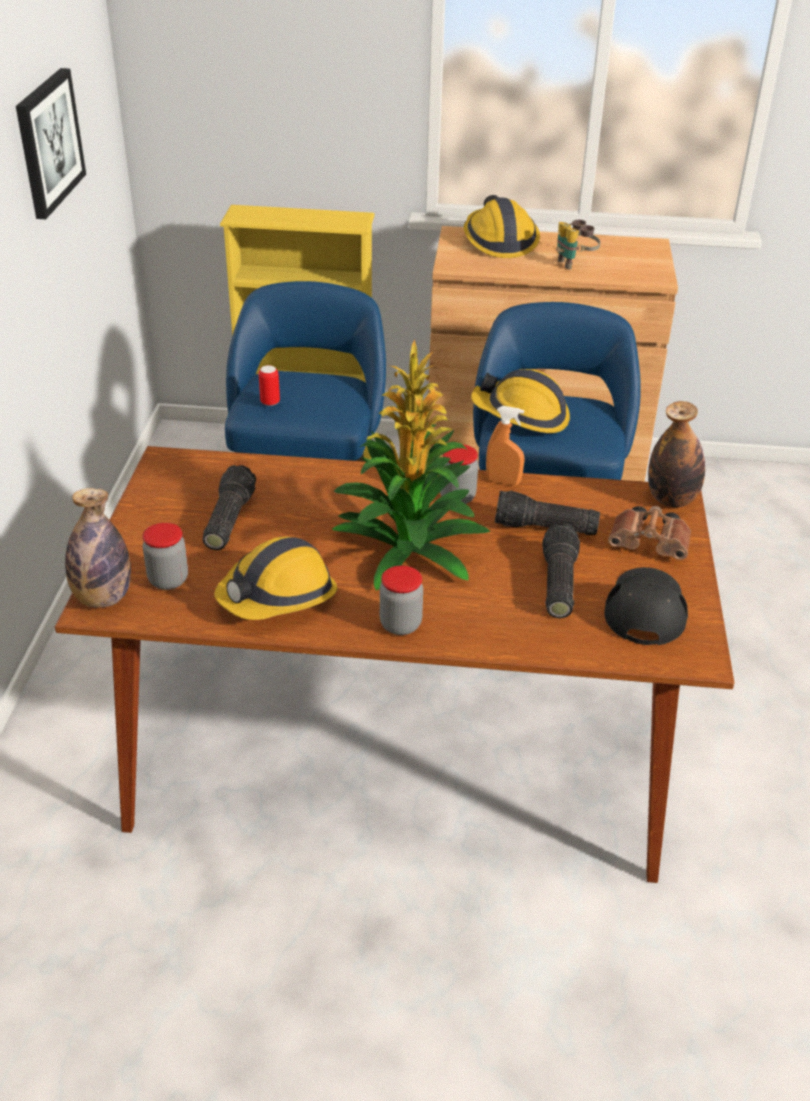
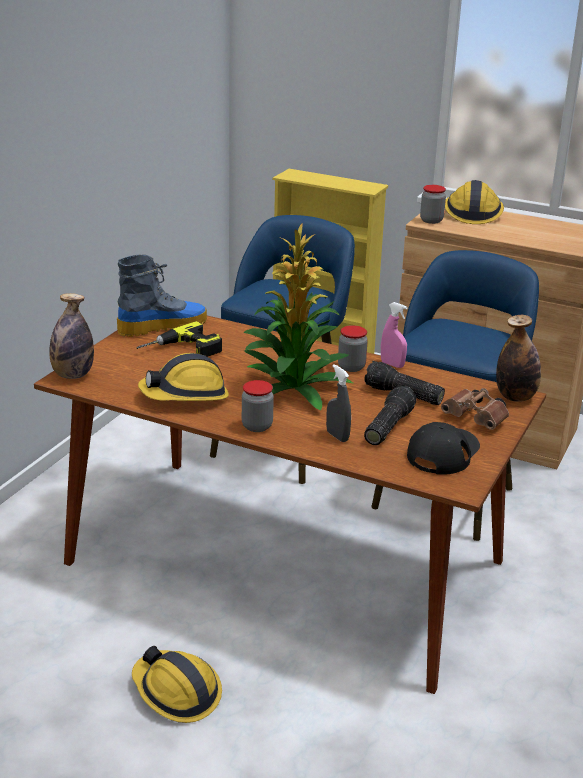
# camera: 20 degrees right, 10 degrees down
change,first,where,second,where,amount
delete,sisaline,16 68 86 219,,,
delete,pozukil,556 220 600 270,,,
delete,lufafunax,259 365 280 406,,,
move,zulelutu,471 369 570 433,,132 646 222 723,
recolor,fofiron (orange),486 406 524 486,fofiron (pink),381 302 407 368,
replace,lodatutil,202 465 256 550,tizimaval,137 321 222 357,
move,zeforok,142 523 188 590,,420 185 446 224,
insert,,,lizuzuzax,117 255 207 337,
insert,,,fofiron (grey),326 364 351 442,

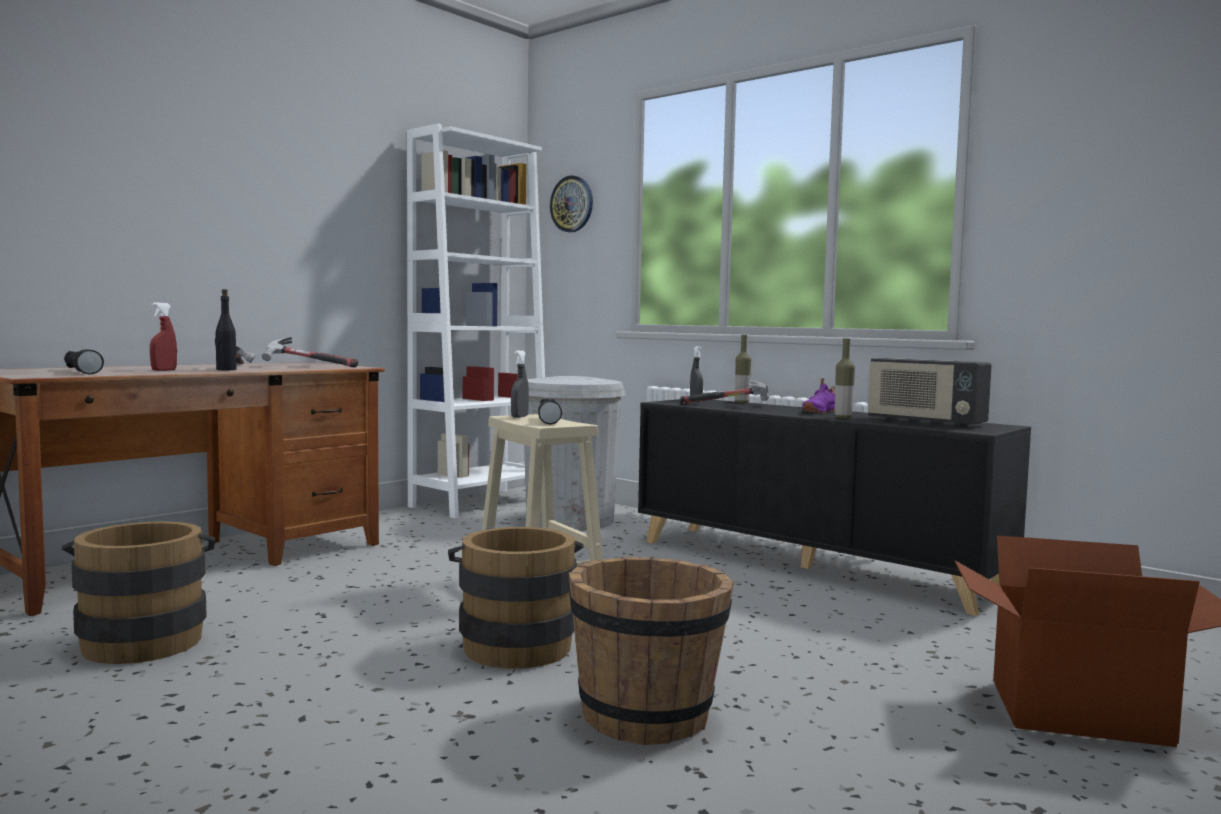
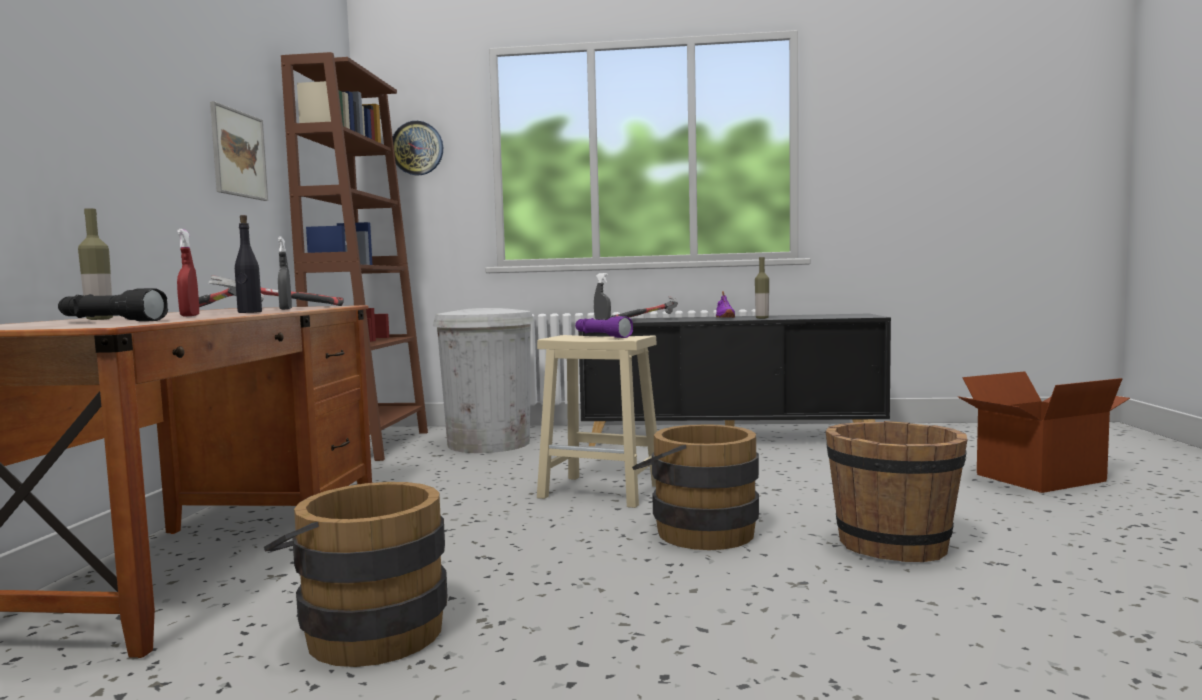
# camera: 35 degrees left, 0 degrees up
change,first,where,second,where,amount
recolor,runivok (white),407 124 545 519,runivok (brown),281 52 428 461,
move,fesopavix,735 335 751 403,,78 208 113 320,
move,fofiron (grey),511 350 529 418,,278 236 292 310,
delete,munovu,867 358 992 427,,,
recolor,lodatutil (black),538 399 562 424,lodatutil (purple),575 316 633 338,
insert,,,sisaline,210 101 268 201,

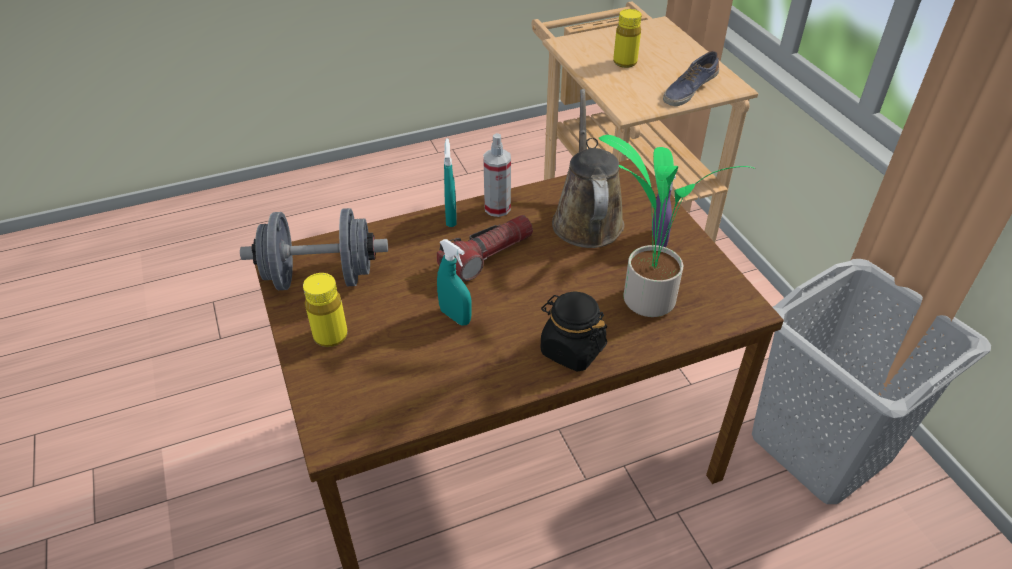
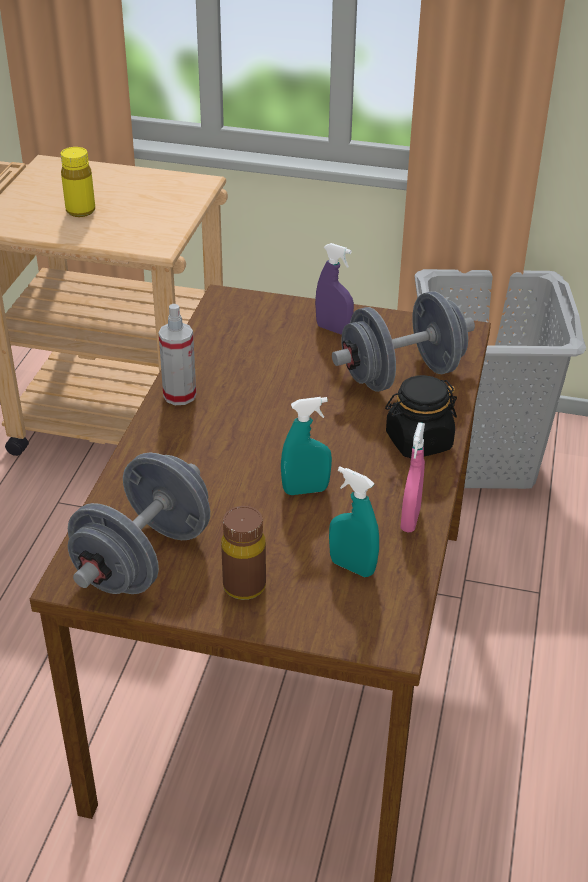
# camera: 55 degrees left, 5 degrees down
change,first,where,second,where,amount
delete,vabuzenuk,663 51 719 106,,,
delete,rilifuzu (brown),552 89 624 248,,,
replace,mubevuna,599 135 756 317,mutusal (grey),332 291 475 392,
move,fofiron (turquoise),444 138 457 227,,329 467 379 577,
delete,lodatutil,437 215 533 281,,,
recolor,fesopavix (yellow),303 273 348 347,fesopavix (brown),221 506 266 600,
insert,,,fofiron (pink),400 422 425 532,

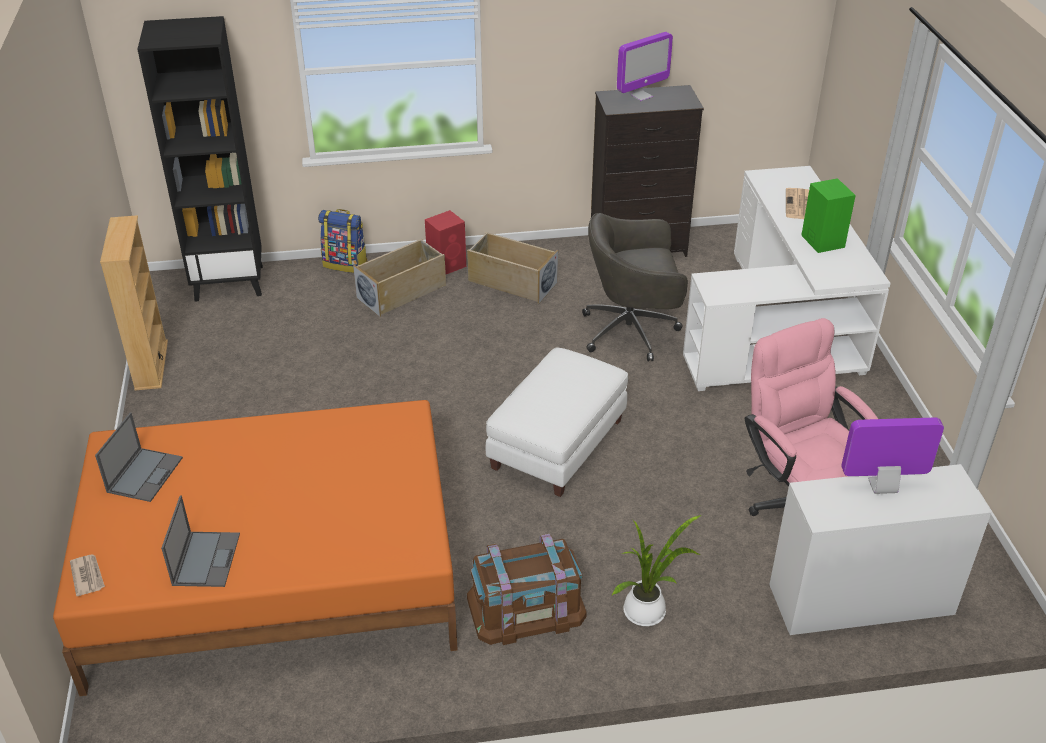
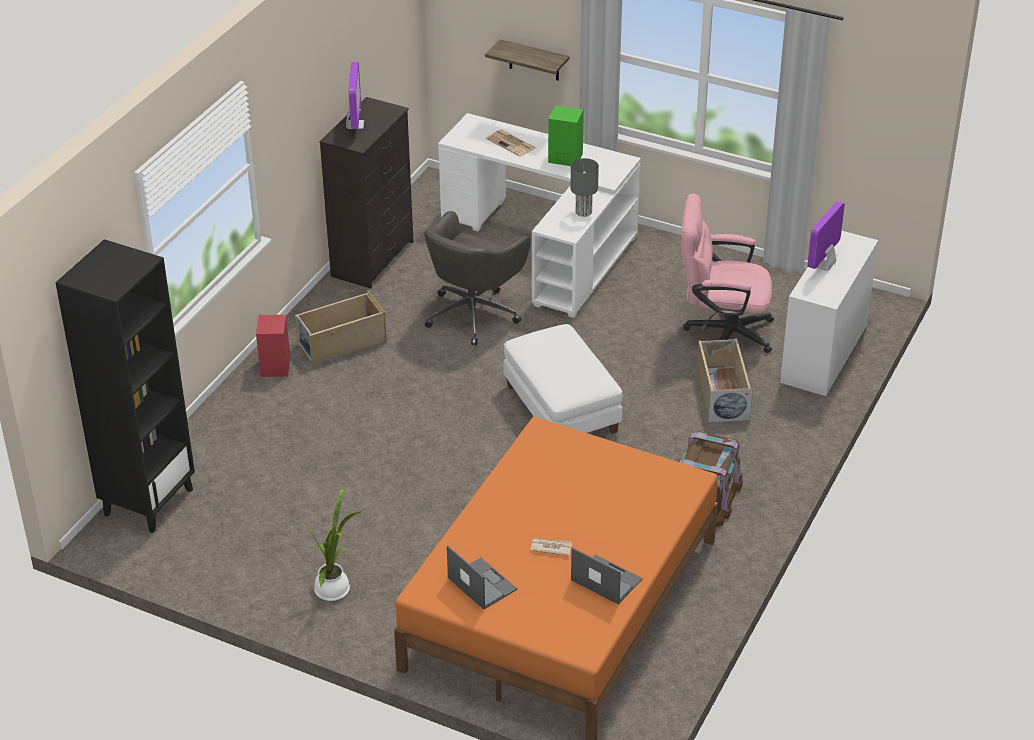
# camera: 55 degrees left, 0 degrees up
change,first,where,second,where,amount
delete,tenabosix,318 209 368 273,,,
delete,runivok (beige),100 215 168 391,,,
move,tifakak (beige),353 239 446 317,,697 338 753 423,
move,mubevuna,612 515 701 626,,303 486 362 601,
move,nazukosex,70 554 105 596,,531 538 572 556,
insert,,,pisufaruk,485 39 569 81,
insert,,,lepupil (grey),571 158 599 217,

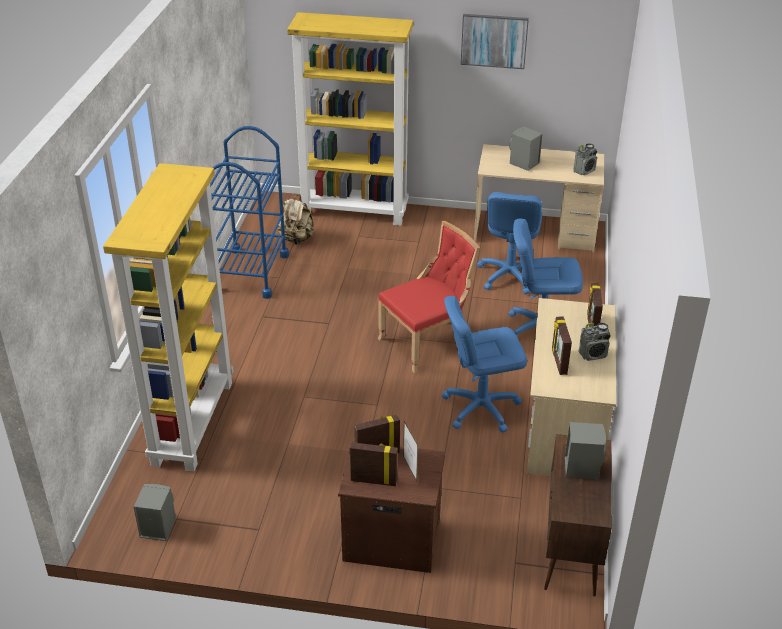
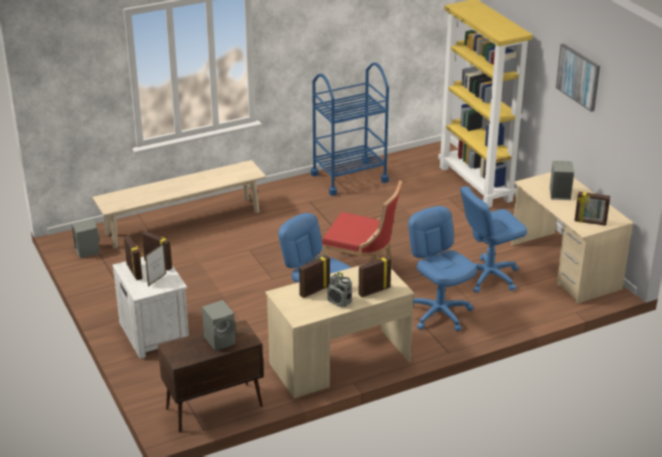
# camera: 55 degrees right, 5 degrees down
change,first,where,second,where,amount
replace,munovu,573 143 597 175,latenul,574 192 610 226,
replace,runivok (yellow),103 163 233 472,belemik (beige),92 160 266 248,
delete,tenabosix (beige),278 195 314 245,,,
recolor,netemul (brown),338 441 445 573,netemul (white),112 257 189 359,

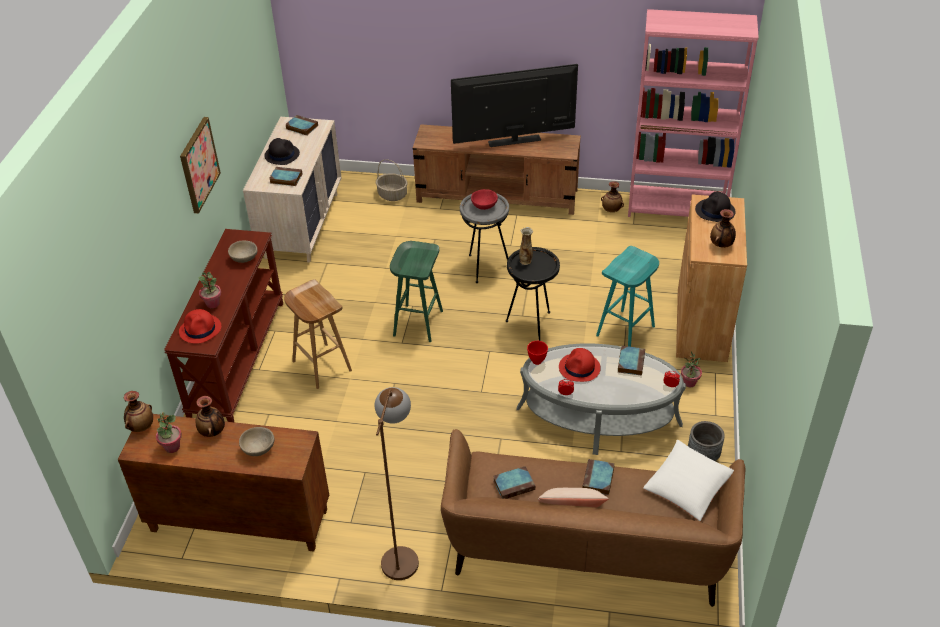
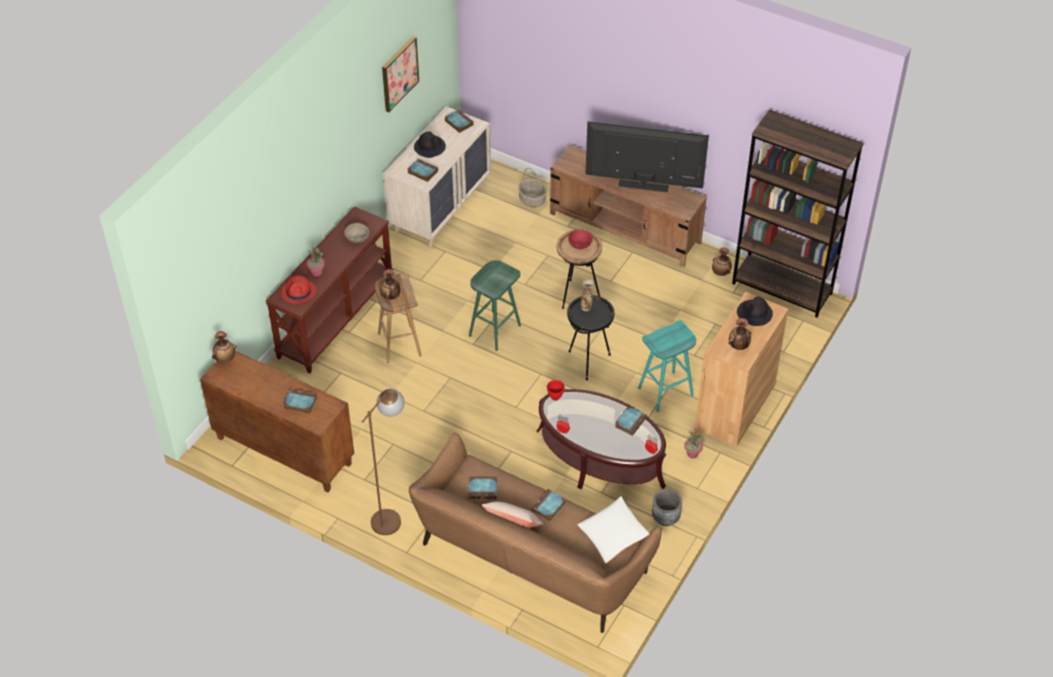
# camera: 20 degrees right, 5 degrees up
change,first,where,second,where,amount
recolor,runivok (pink),628 9 759 217,runivok (brown),732 109 864 318,
move,sisaline,180 117 221 214,,382 36 419 112,
recolor,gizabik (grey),460 193 509 283,gizabik (brown),557 230 602 309,
recolor,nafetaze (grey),516 344 686 455,nafetaze (brown),536 389 666 489,
delete,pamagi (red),559 348 601 382,,,
move,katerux,196 396 225 437,,380 269 400 300,
delete,mubevuna,156 412 182 453,,,
replace,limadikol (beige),239 427 275 456,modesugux,283 389 317 414,

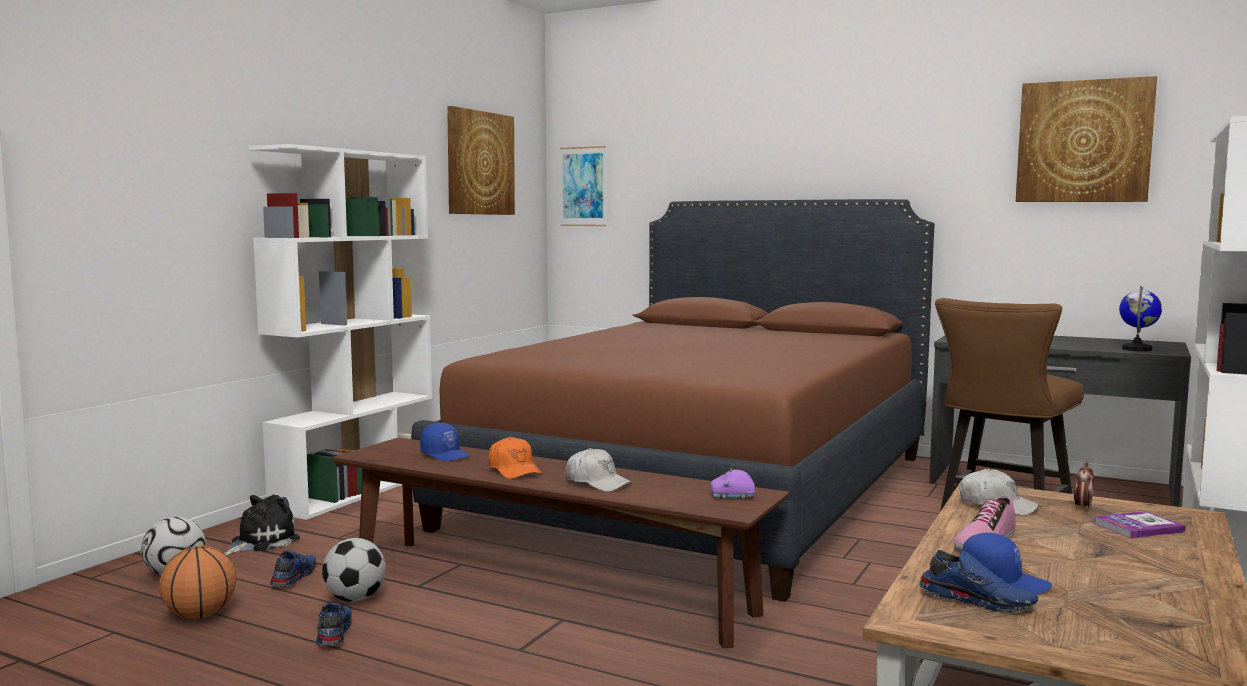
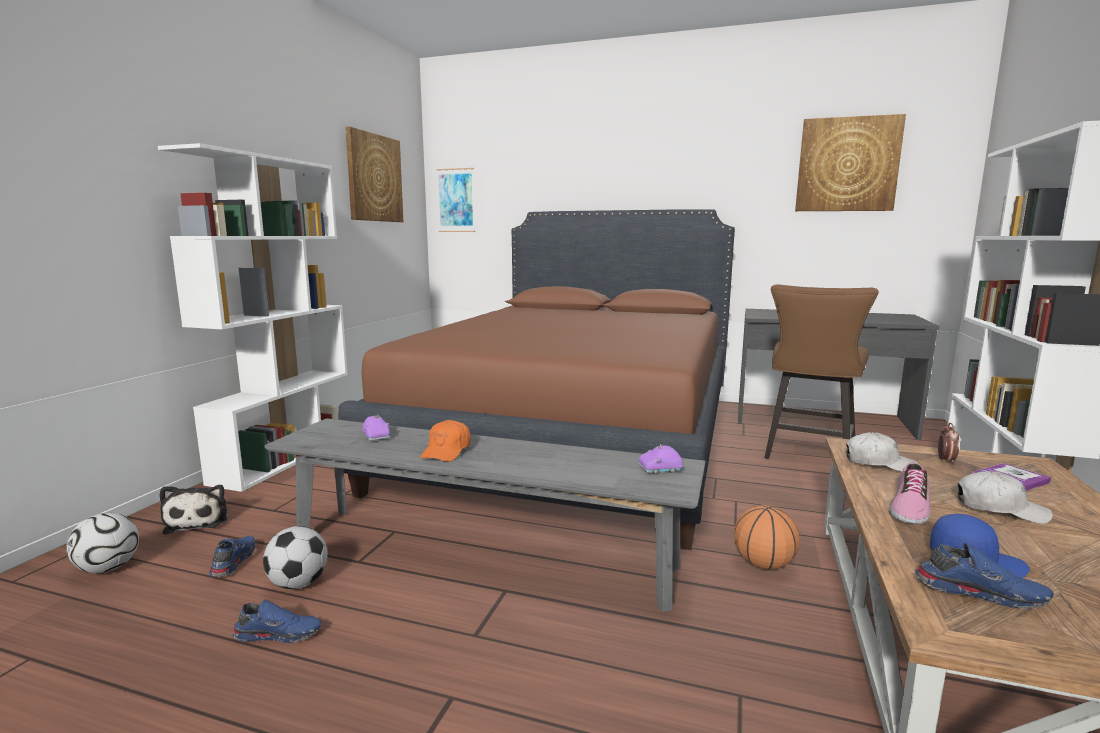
# camera: 10 degrees left, 5 degrees up
change,first,where,second,where,amount
delete,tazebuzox,1119 286 1162 351,,,
replace,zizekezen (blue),420 423 471 462,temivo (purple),362 414 390 441,
rotate,zizekezen (orange),489 437 542 479,,420 420 471 462,60 degrees clockwise
recolor,belemik (brown),332 438 790 648,belemik (grey),264 418 706 612,
move,zizekezen (white),565 448 632 492,,958 471 1053 524,
rotate,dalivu,224 495 300 555,,159 485 228 535,135 degrees clockwise
move,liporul,159 546 236 619,,734 505 800 570,
rotate,vabuzenuk (blue),316 603 352 646,,232 600 322 643,105 degrees clockwise

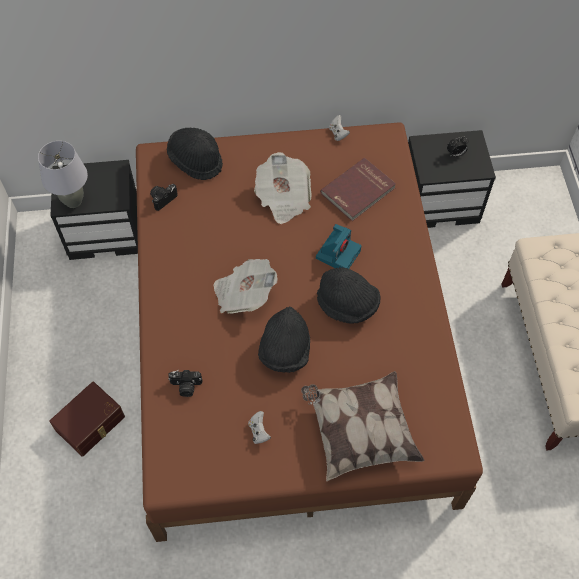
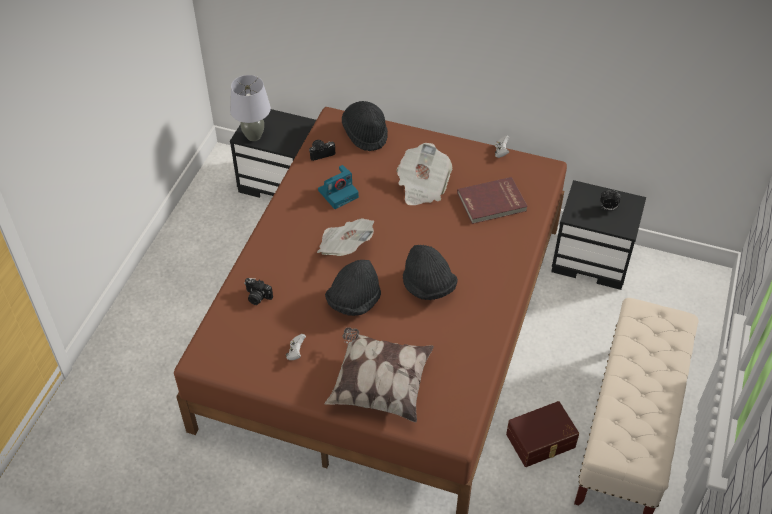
# camera: 25 degrees right, 10 degrees down
change,first,where,second,where,amount
move,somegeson,316 224 361 269,,318 165 359 209,
move,tifakak (brown),49 382 125 457,,506 401 579 467,

